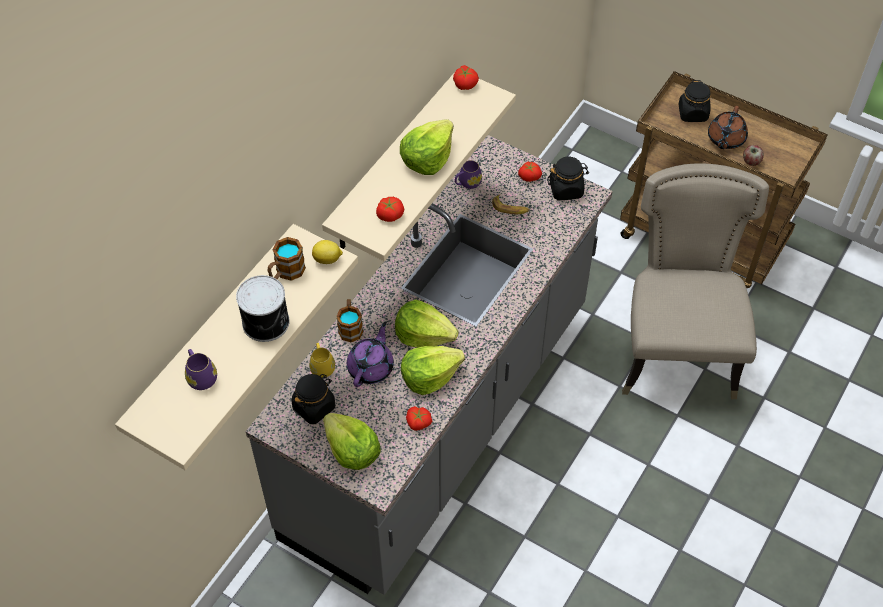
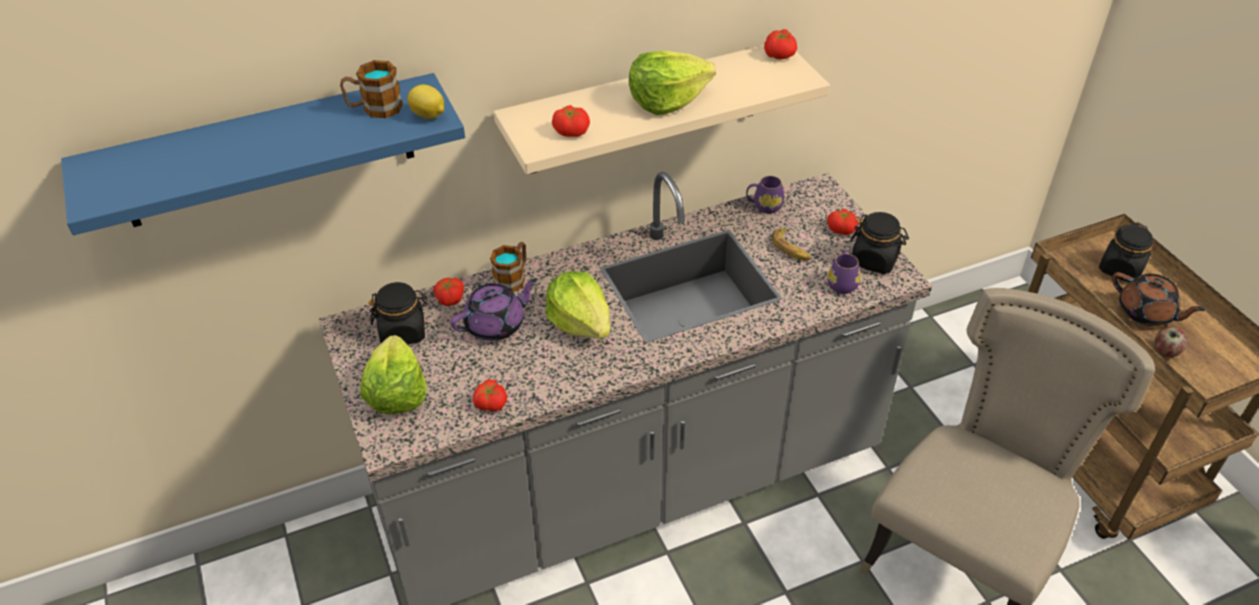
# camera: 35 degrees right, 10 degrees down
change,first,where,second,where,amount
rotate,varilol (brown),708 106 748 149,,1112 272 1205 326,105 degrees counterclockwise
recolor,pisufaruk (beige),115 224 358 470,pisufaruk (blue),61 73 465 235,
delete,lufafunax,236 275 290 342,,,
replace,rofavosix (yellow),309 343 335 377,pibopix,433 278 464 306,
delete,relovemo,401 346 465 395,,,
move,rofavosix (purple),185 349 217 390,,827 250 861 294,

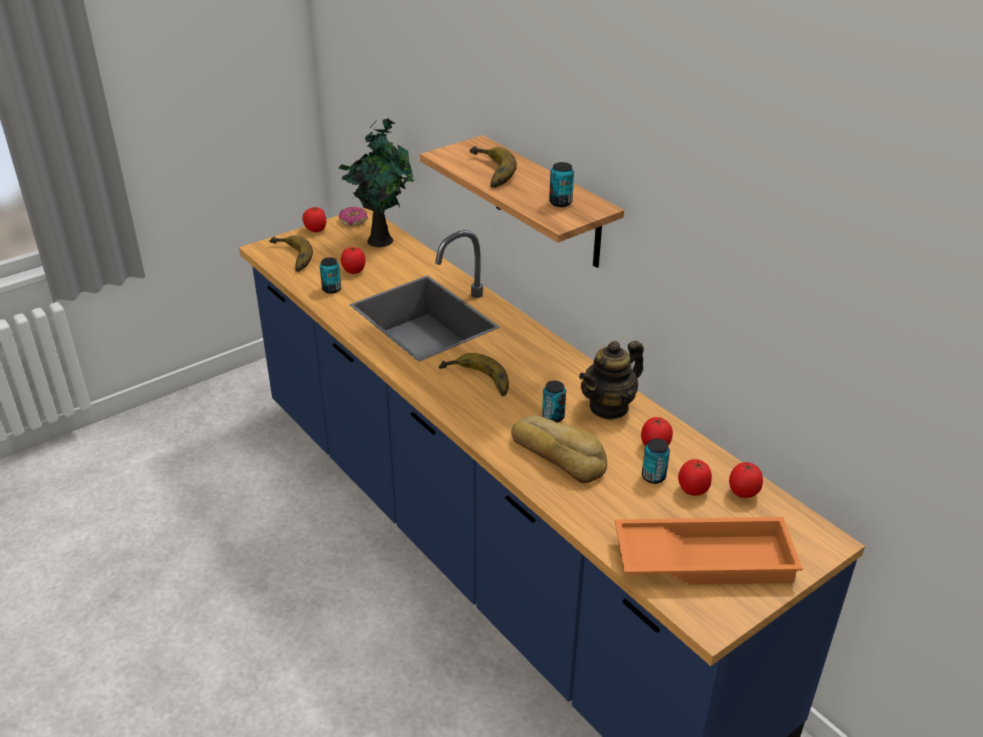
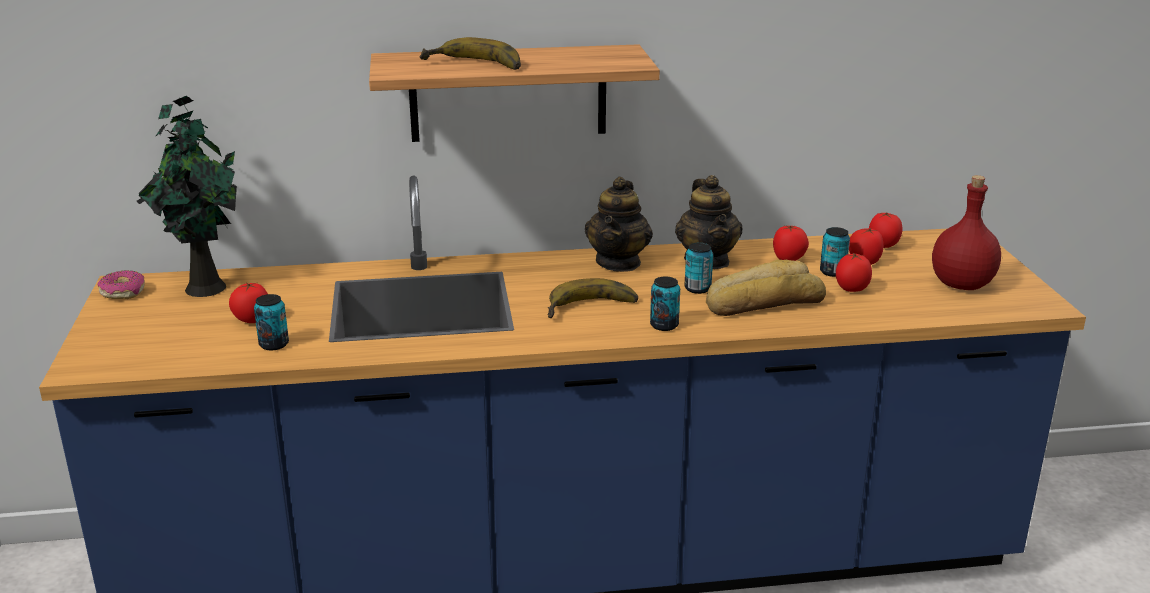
# camera: 60 degrees left, 10 degrees down
change,first,where,second,where,amount
move,lufafunax,549 162 574 207,,650 276 680 331,
move,pibopix,302 207 326 232,,836 253 872 292,
delete,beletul,269 235 313 272,,,
replace,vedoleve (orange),615 517 803 585,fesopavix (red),932 175 1001 290,
insert,,,varilol,585 177 653 272,

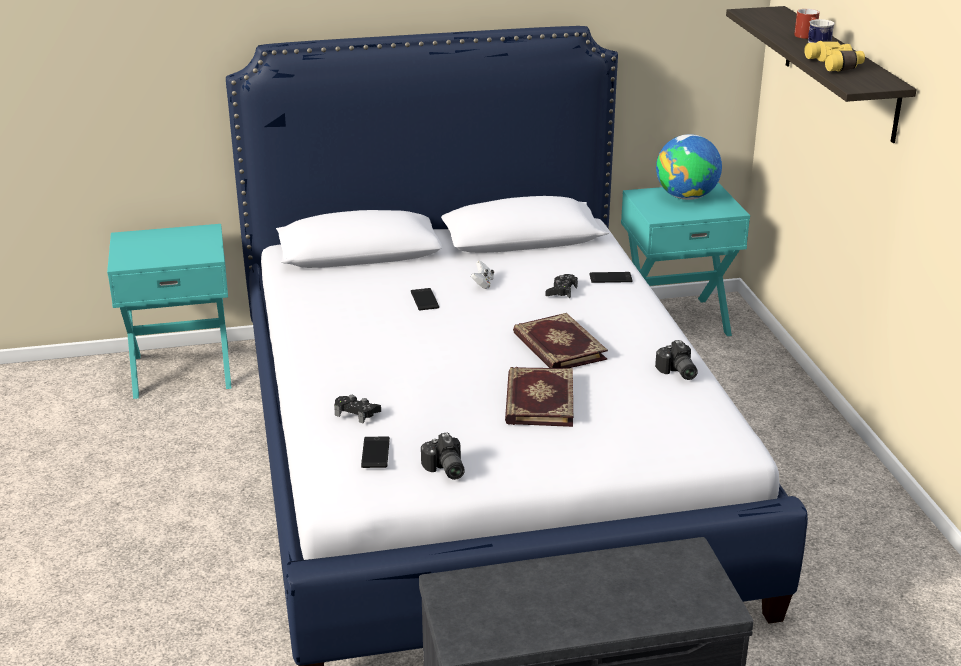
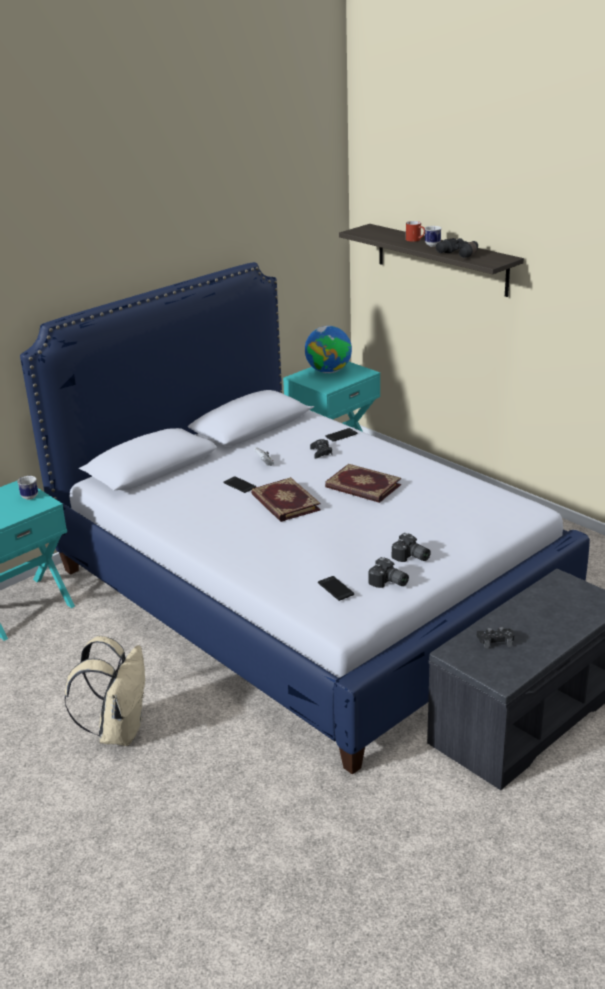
# camera: 30 degrees left, 0 degrees up
change,first,where,second,where,amount
recolor,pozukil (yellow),804 41 865 72,pozukil (black),436 238 478 258,
move,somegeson,655 340 698 380,,392 533 431 562,
move,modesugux,505 367 573 427,,251 477 321 522,
move,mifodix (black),334 395 381 424,,477 627 515 649,
insert,,,rofavosix,17 476 38 500,
insert,,,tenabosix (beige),65 636 145 746,

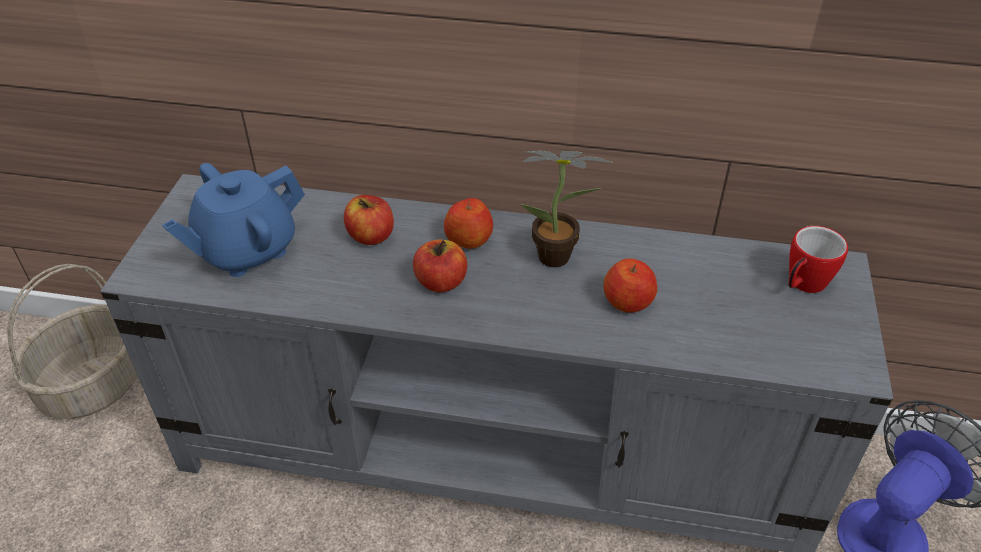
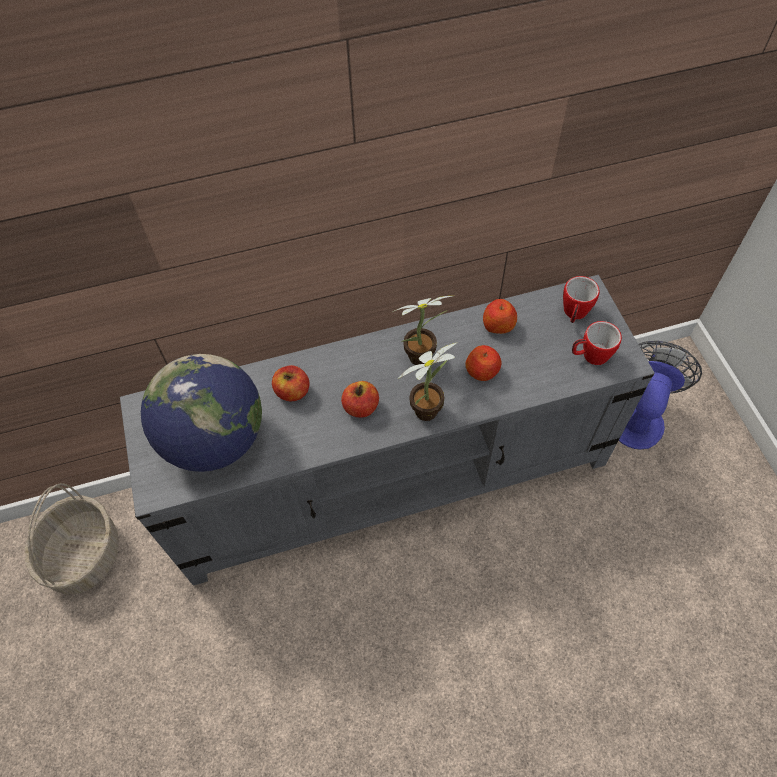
# camera: 25 degrees left, 15 degrees up
change,first,where,second,where,amount
replace,varilol (blue),162 163 305 277,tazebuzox,141 354 262 472,
move,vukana,444 198 493 249,,483 299 517 334,
insert,,,rofavosix,572 321 622 365,
insert,,,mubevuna,398 343 457 421,

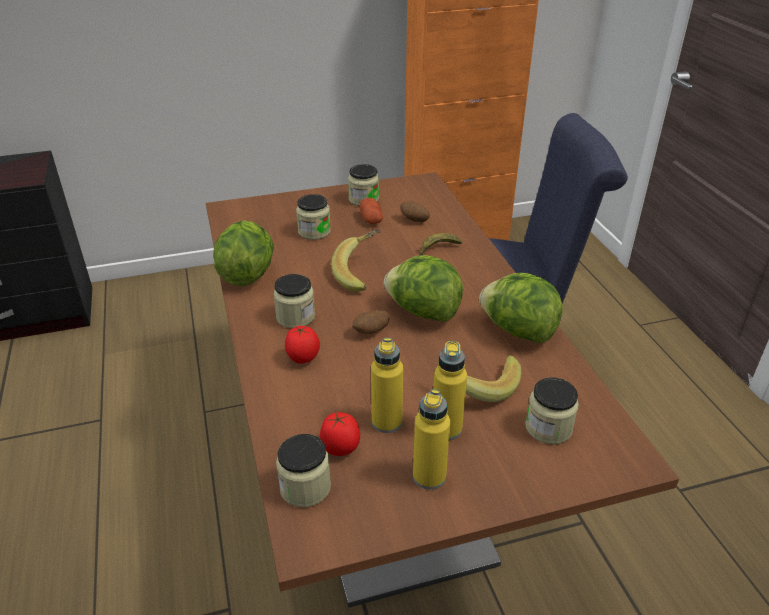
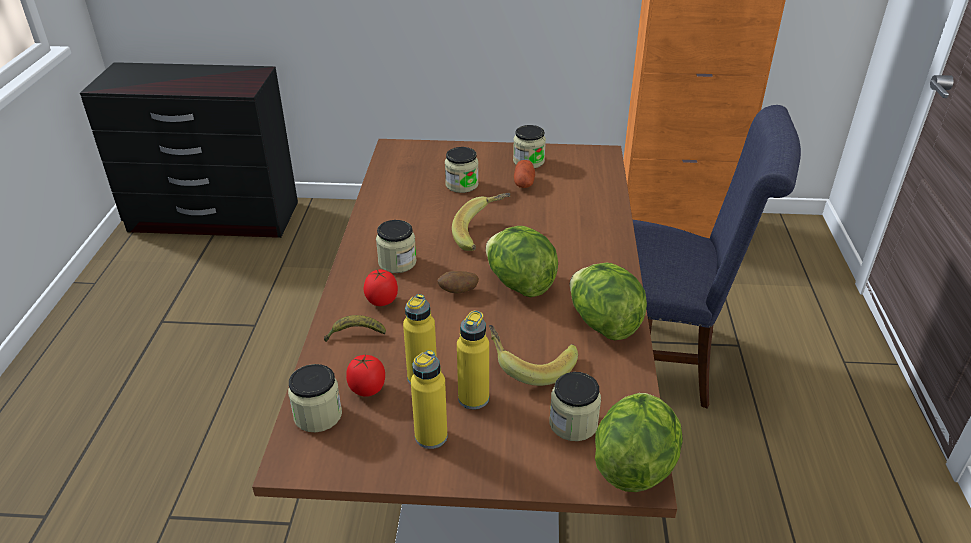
# camera: 20 degrees right, 0 degrees up
change,first,where,second,where,amount
delete,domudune,400 201 430 222,,,
move,relovemo,213 220 274 286,,595 393 683 492,
move,beletul,419 233 462 255,,324 315 386 342,

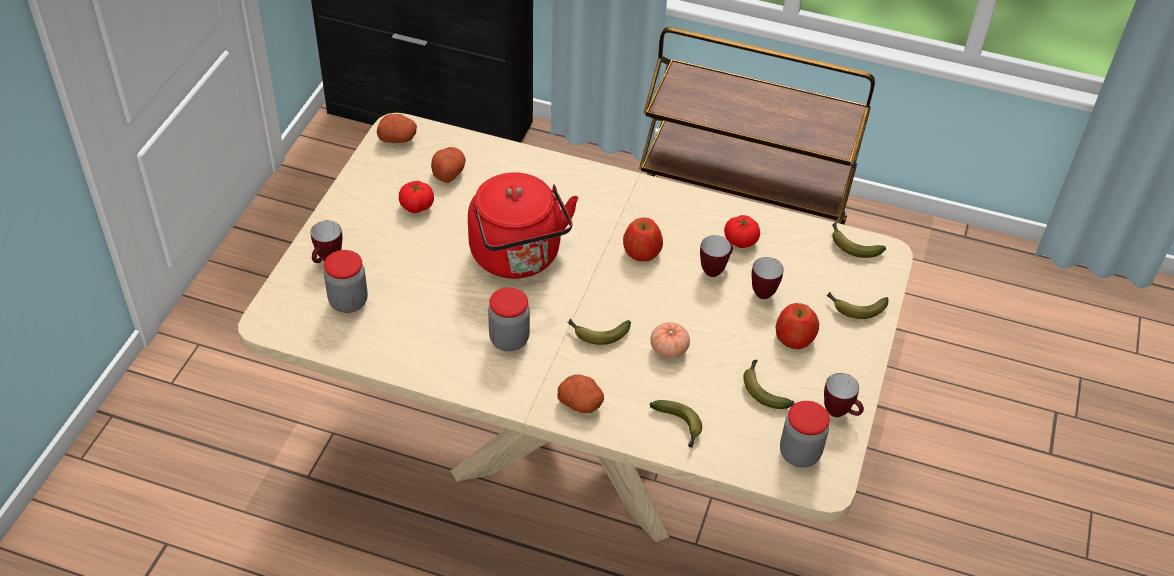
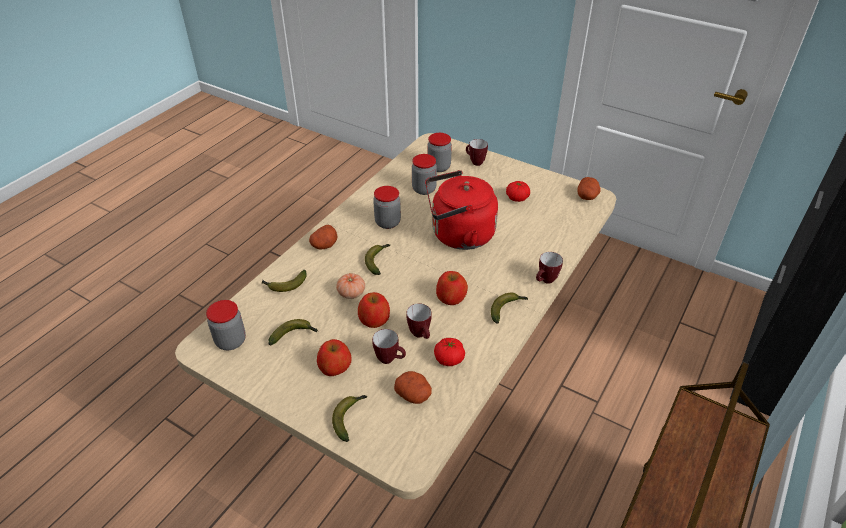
# camera: 105 degrees right, 5 degrees down
change,first,where,second,where,amount
move,domudune,431 147 466 183,,394 371 432 404,
move,beletul,832 222 886 258,,491 293 528 324,
move,rofavosix,824 373 864 417,,536 252 563 284,
insert,,,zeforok,412 154 437 195,
insert,,,vukana,358 292 390 328,

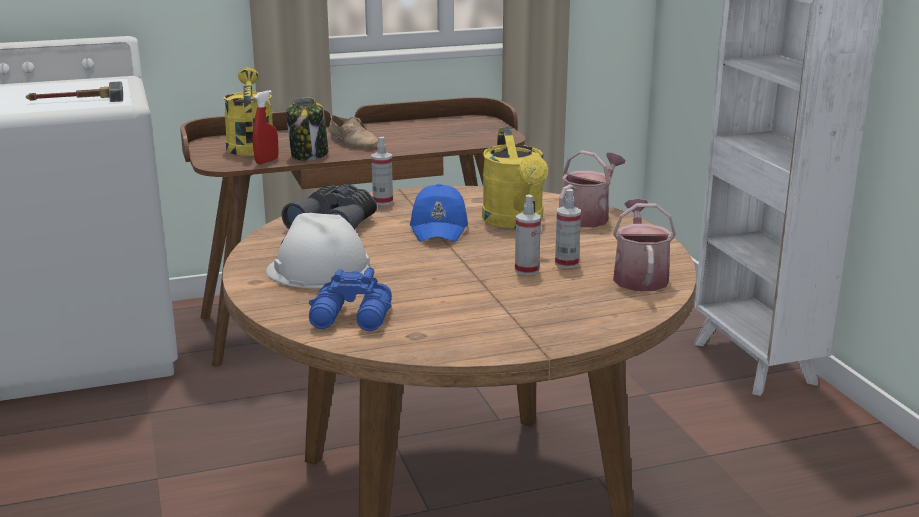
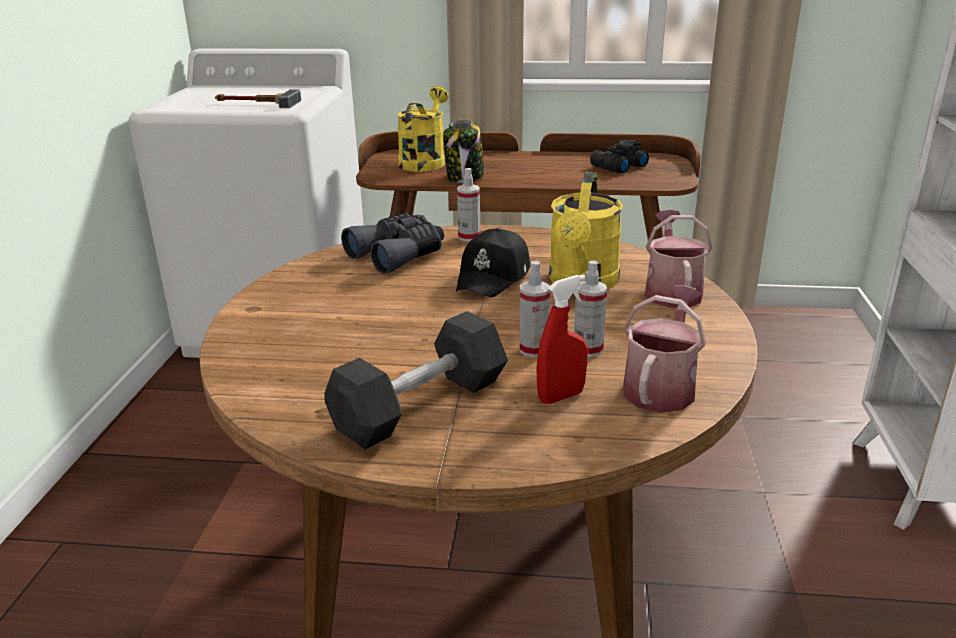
# camera: 25 degrees right, 5 degrees up
change,first,where,second,where,amount
move,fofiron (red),253 90 278 164,,536 274 588 404,
delete,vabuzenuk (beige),329 114 378 148,,,
rotate,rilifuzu,559 150 625 227,,645 210 712 308,60 degrees counterclockwise
recolor,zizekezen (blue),410 184 468 242,zizekezen (black),456 228 531 298,
delete,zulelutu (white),266 213 370 289,,,
delete,pozukil (blue),309 267 392 331,,,
insert,,,pozukil (black),590 140 649 173,
insert,,,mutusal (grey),324 311 508 450,

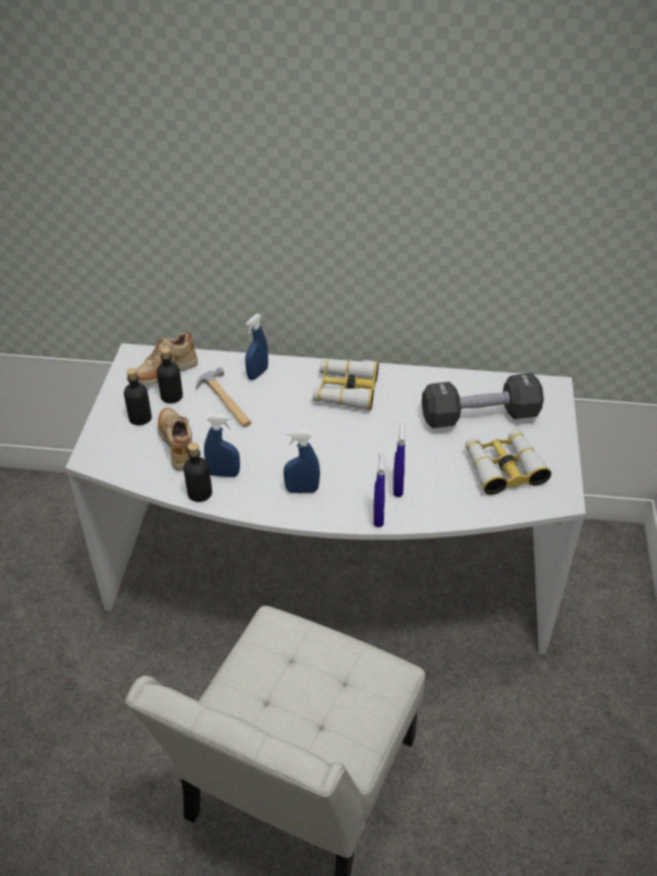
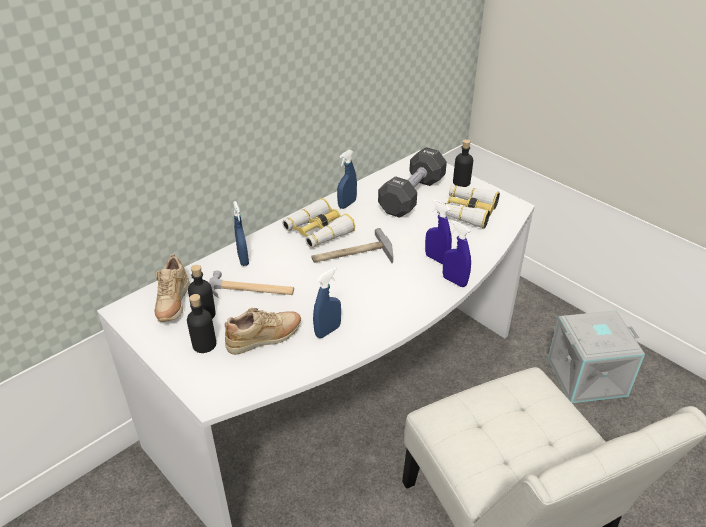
# camera: 50 degrees left, 5 degrees down
change,first,where,second,where,amount
rotate,vabuzenuk (beige),158 408 192 470,,225 308 301 355,135 degrees clockwise
move,fofiron (blue),283 431 320 493,,337 150 357 209,
move,fesopavix (black),184 443 212 502,,453 139 473 187,
insert,,,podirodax,311 228 393 264,
insert,,,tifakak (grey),548 310 645 403,

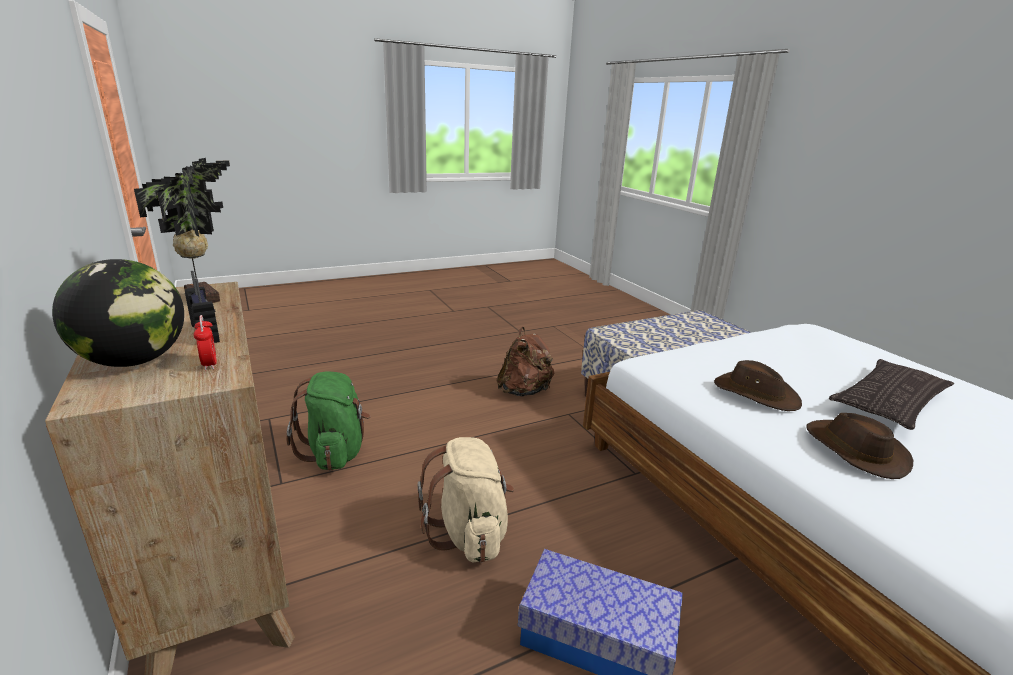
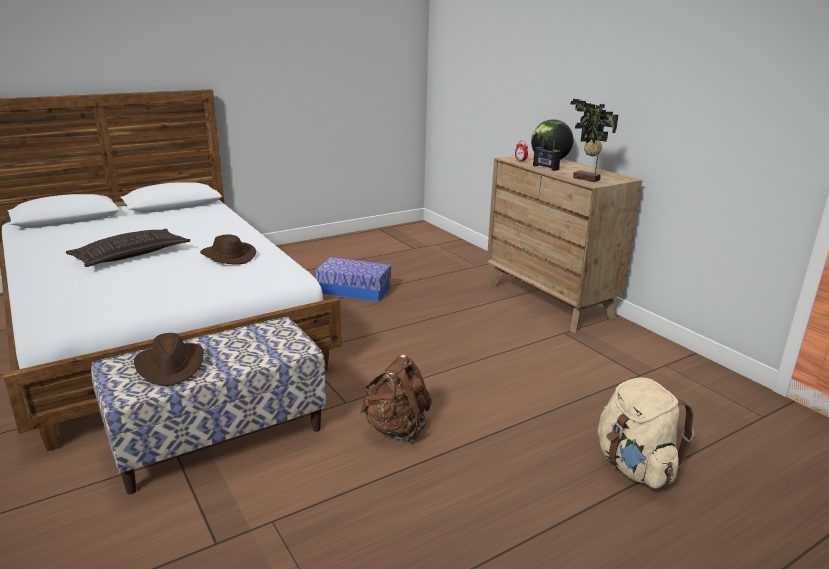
# camera: 175 degrees right, 0 degrees up
change,first,where,second,where,amount
delete,tenabosix (green),286 371 371 470,,,
move,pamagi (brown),806 413 913 479,,134 333 204 386,
move,tenabosix (beige),418 437 514 563,,598 378 694 489,

